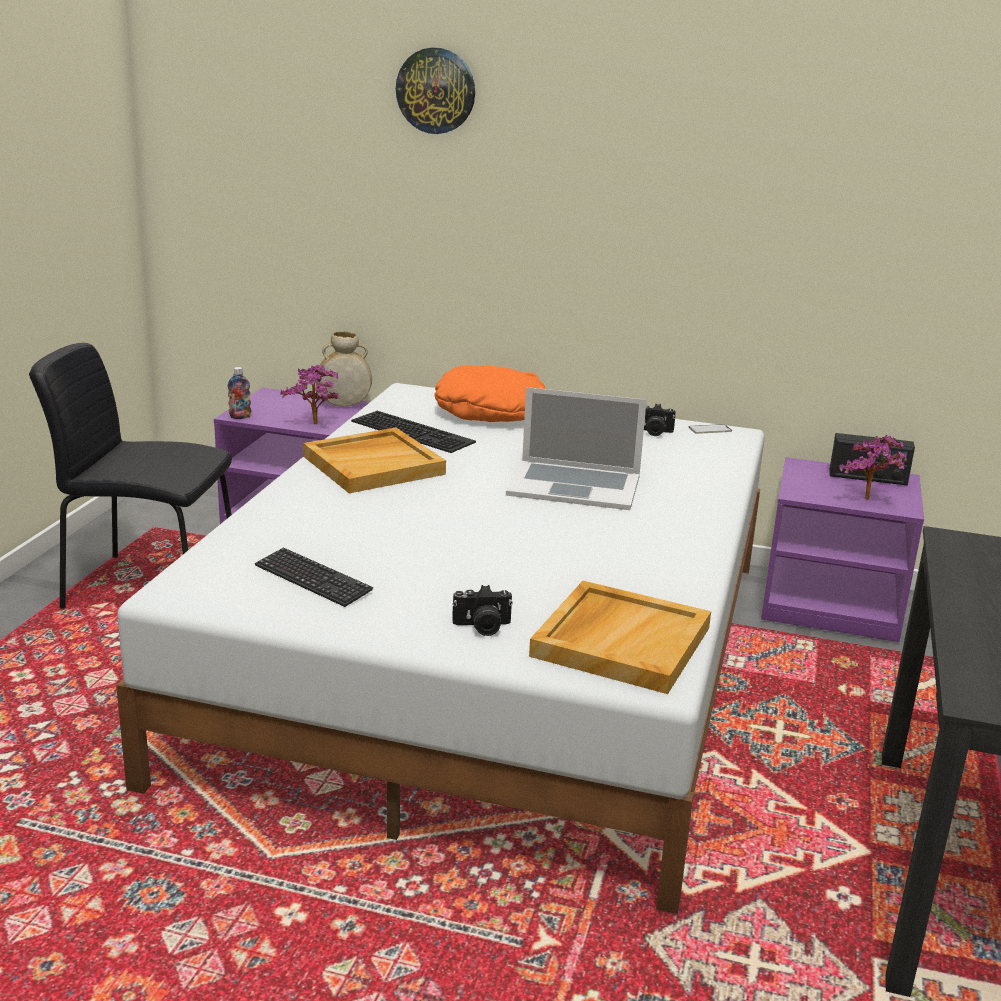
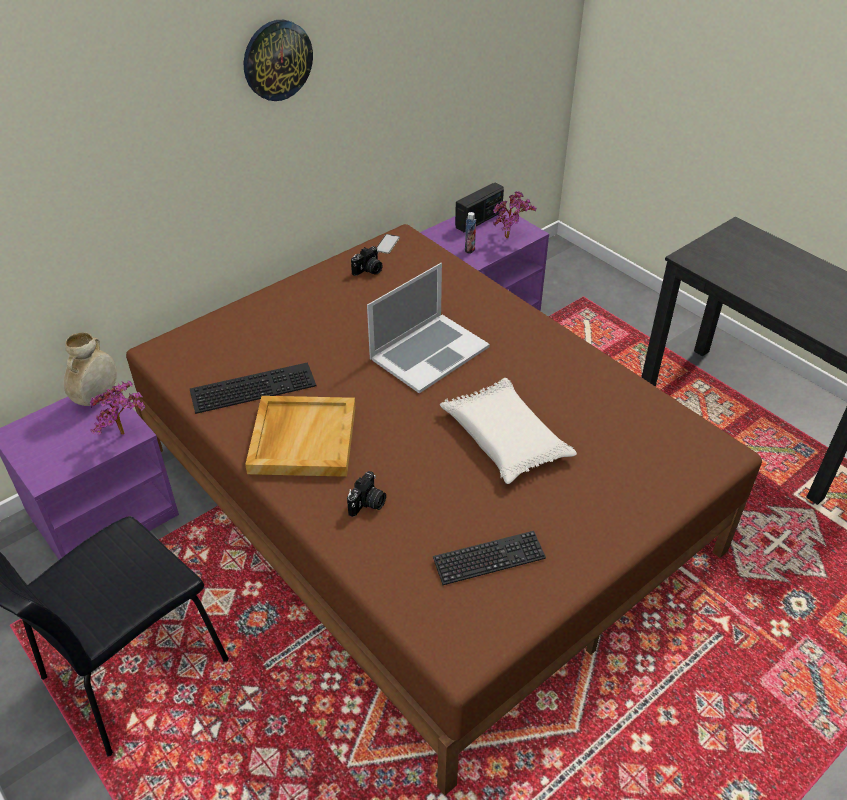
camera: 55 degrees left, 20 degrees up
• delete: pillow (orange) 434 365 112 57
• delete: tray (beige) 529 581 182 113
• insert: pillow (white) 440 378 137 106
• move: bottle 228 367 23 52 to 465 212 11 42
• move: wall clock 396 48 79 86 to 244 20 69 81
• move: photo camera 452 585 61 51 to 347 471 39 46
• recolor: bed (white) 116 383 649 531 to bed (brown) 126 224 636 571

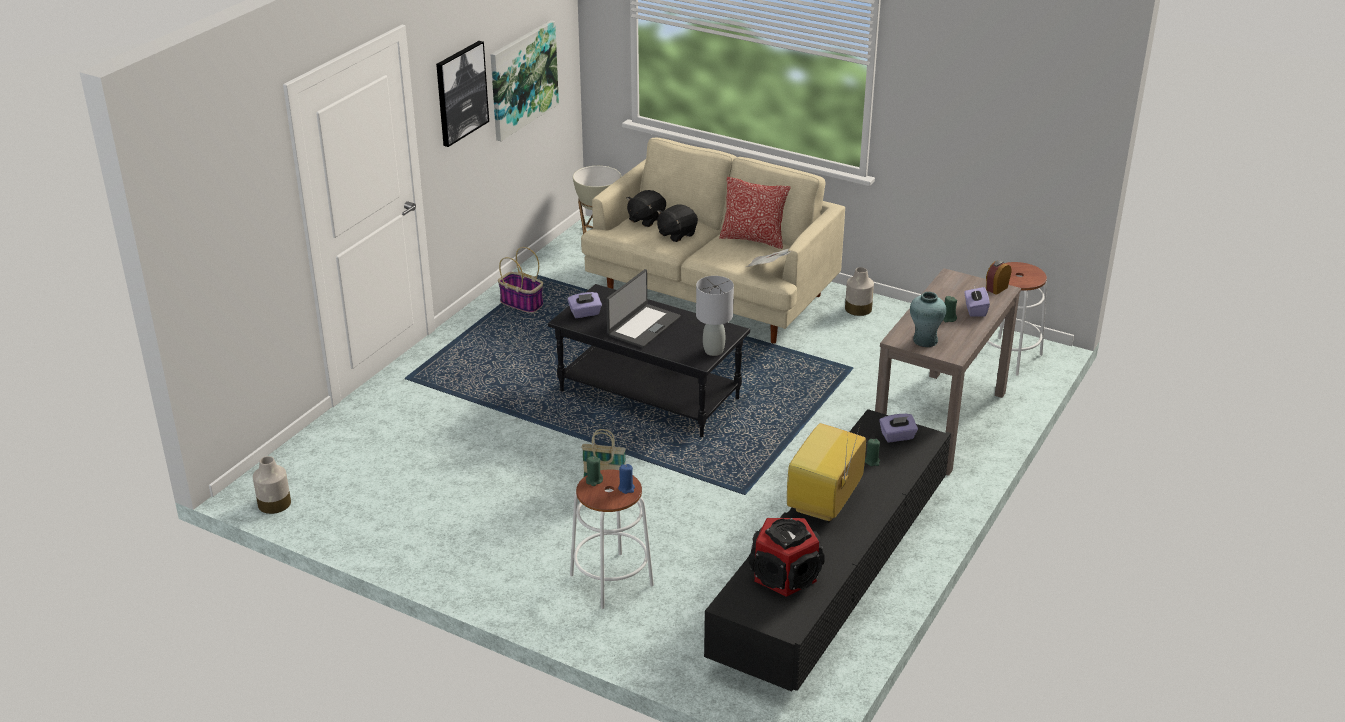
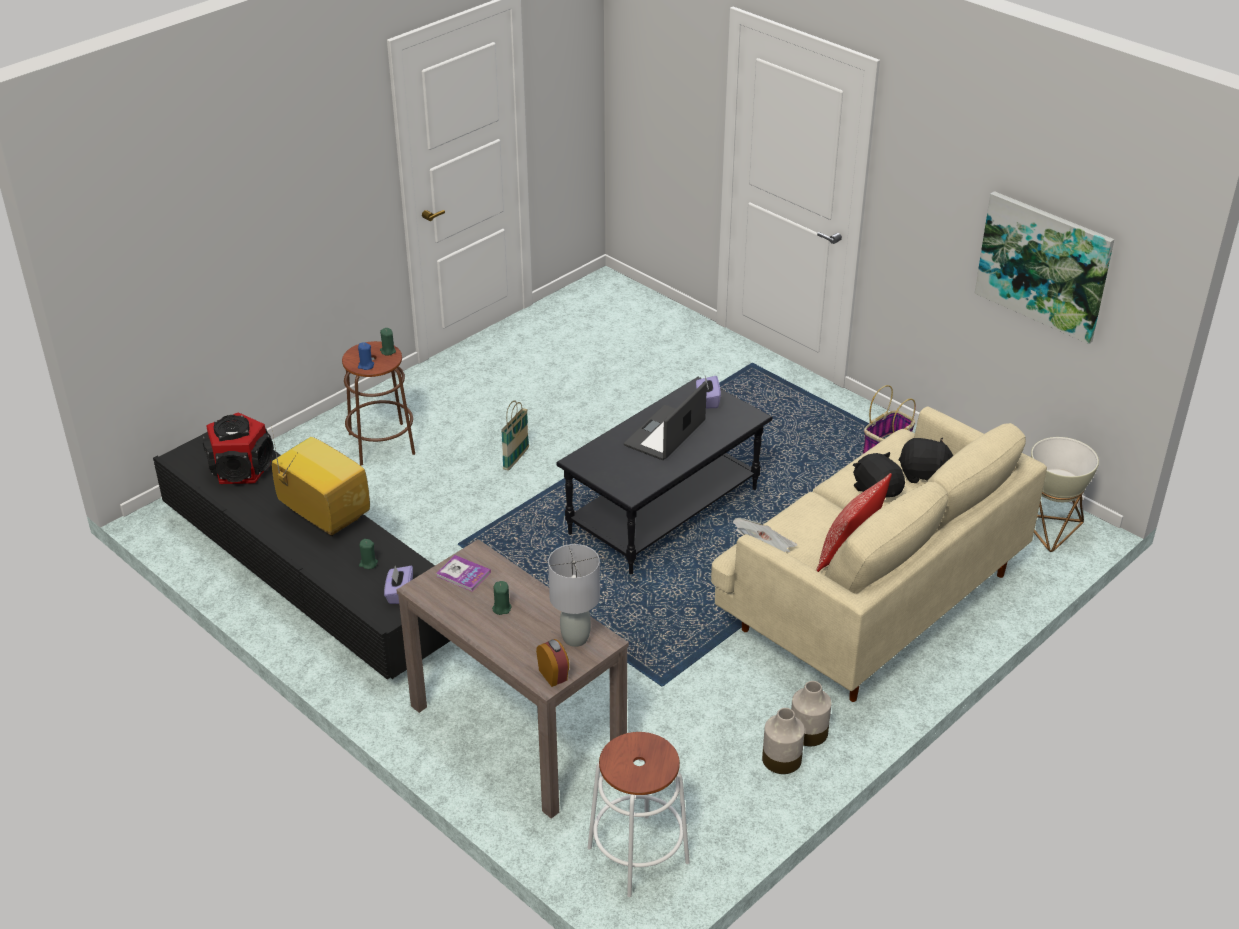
camera: 105 degrees right, 5 degrees up
• delete: picture 436 41 53 106
• delete: tissue box (purple) 964 286 26 31
• move: vase (beige) 253 456 38 58 to 762 708 43 66
• move: table lamp (grey) 696 276 38 80 to 548 544 52 103
• replace: vase (turquoise) 910 292 36 55 to book 436 555 55 37
• recolor: stool (white) 570 470 84 139 to stool (brown) 342 341 73 125
• rotate: laptop 606 269 75 79 = 624 382 83 78 75 degrees clockwise
• rotate: plush toy (black) 626 190 40 37 = 899 437 55 46 135 degrees clockwise

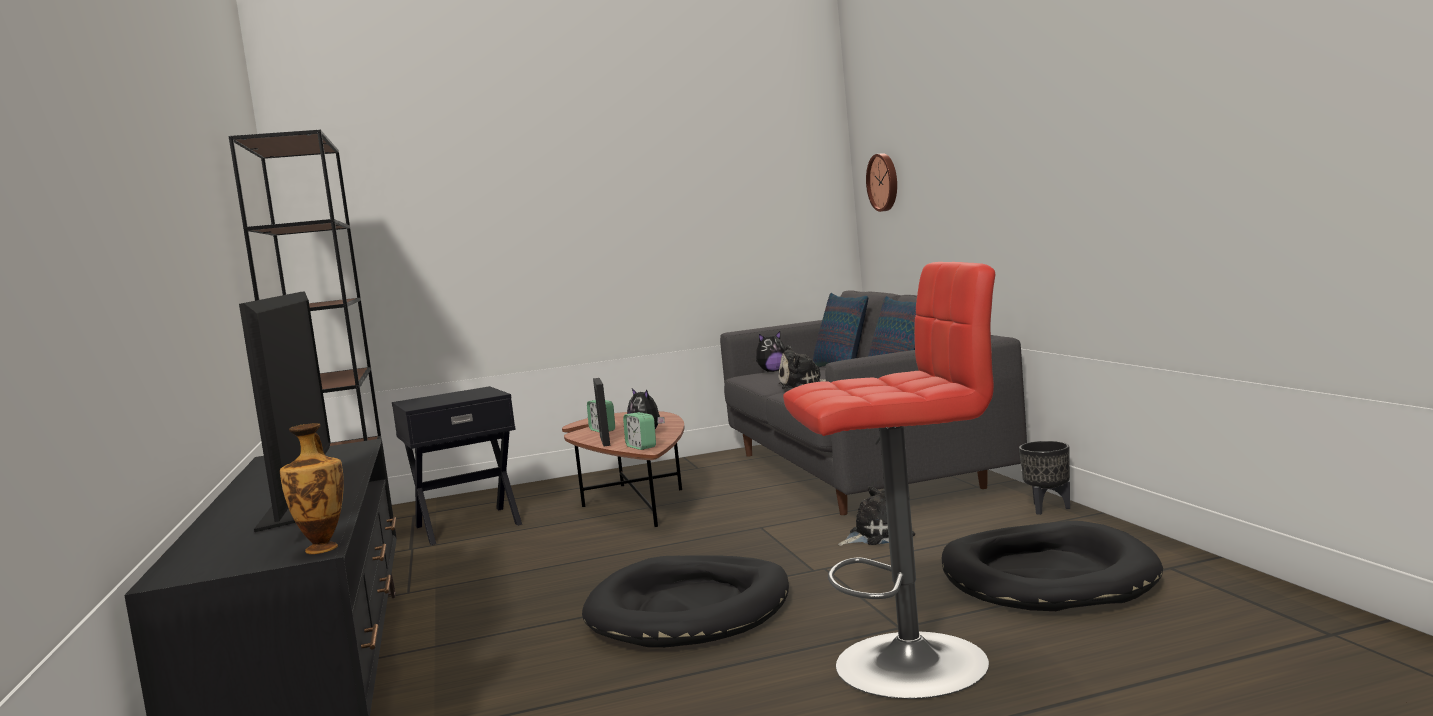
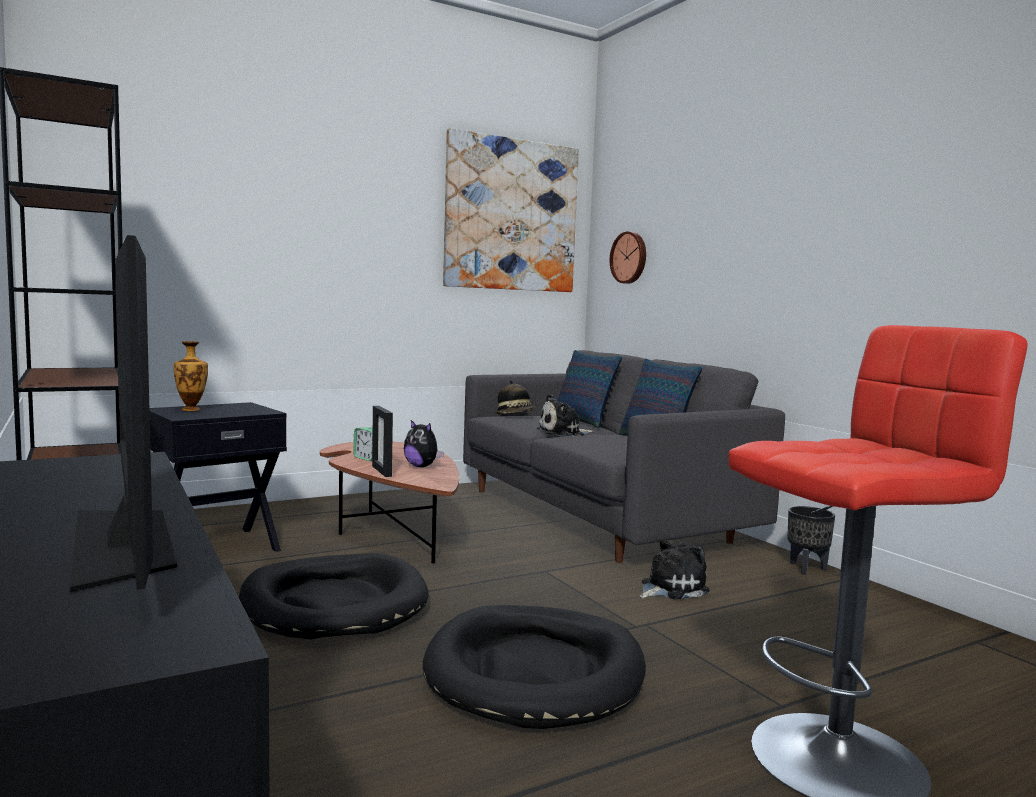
camera: 15 degrees left, 0 degrees up
• delete: alarm clock 623 412 33 38
• insert: picture 443 128 136 164
• move: vase 280 423 64 131 to 174 341 34 70
• move: dog bed (black) 942 521 221 90 to 239 553 190 87
• replace: plush toy 756 331 30 41 to hat 496 380 39 34

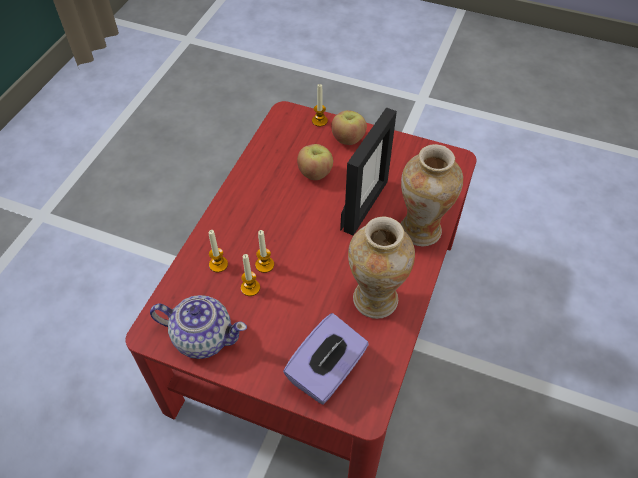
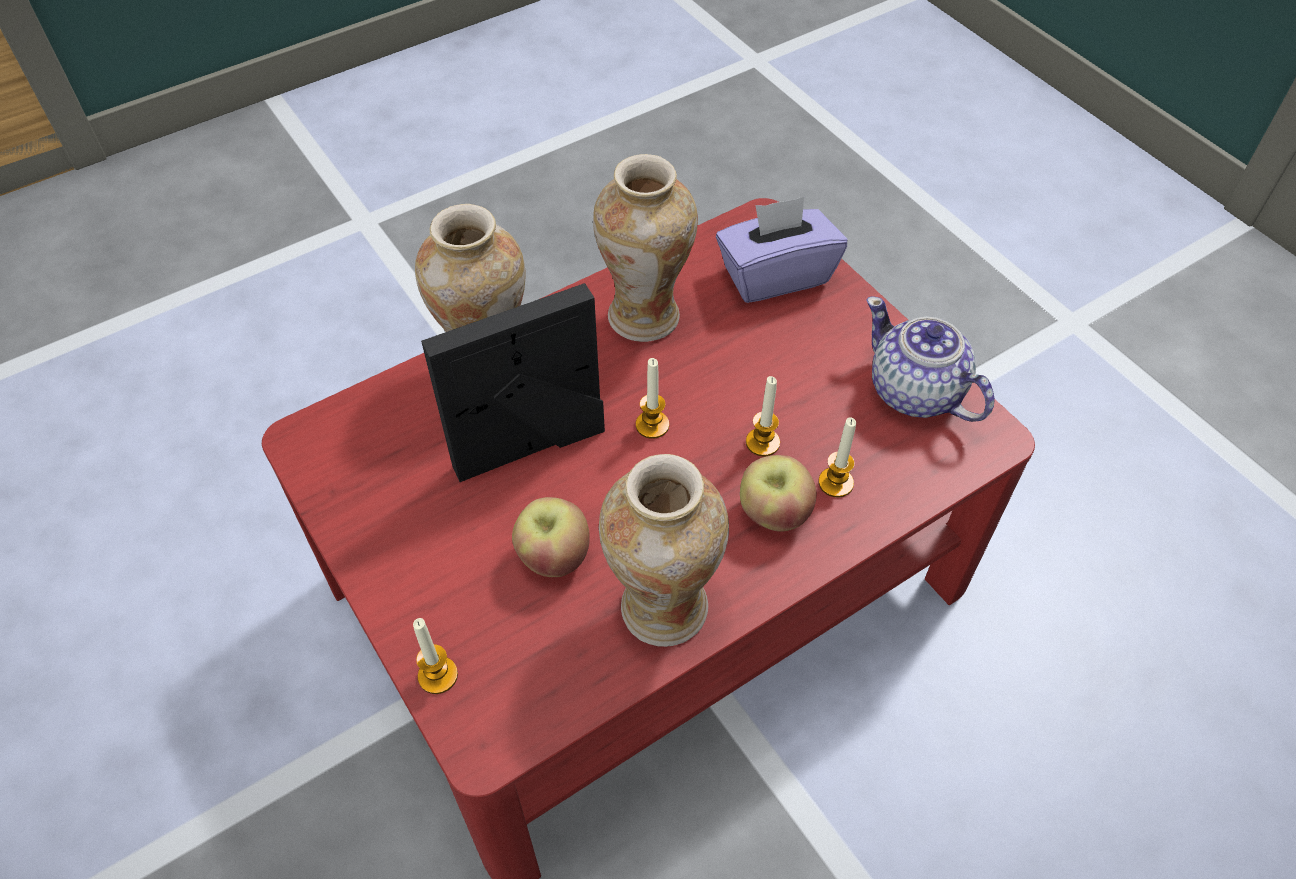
camera: 145 degrees left, 0 degrees up
• insert: vase 599 454 130 193
• move: candle 241 254 19 42 to 636 358 33 81
• move: apple 331 110 36 35 to 740 455 76 77

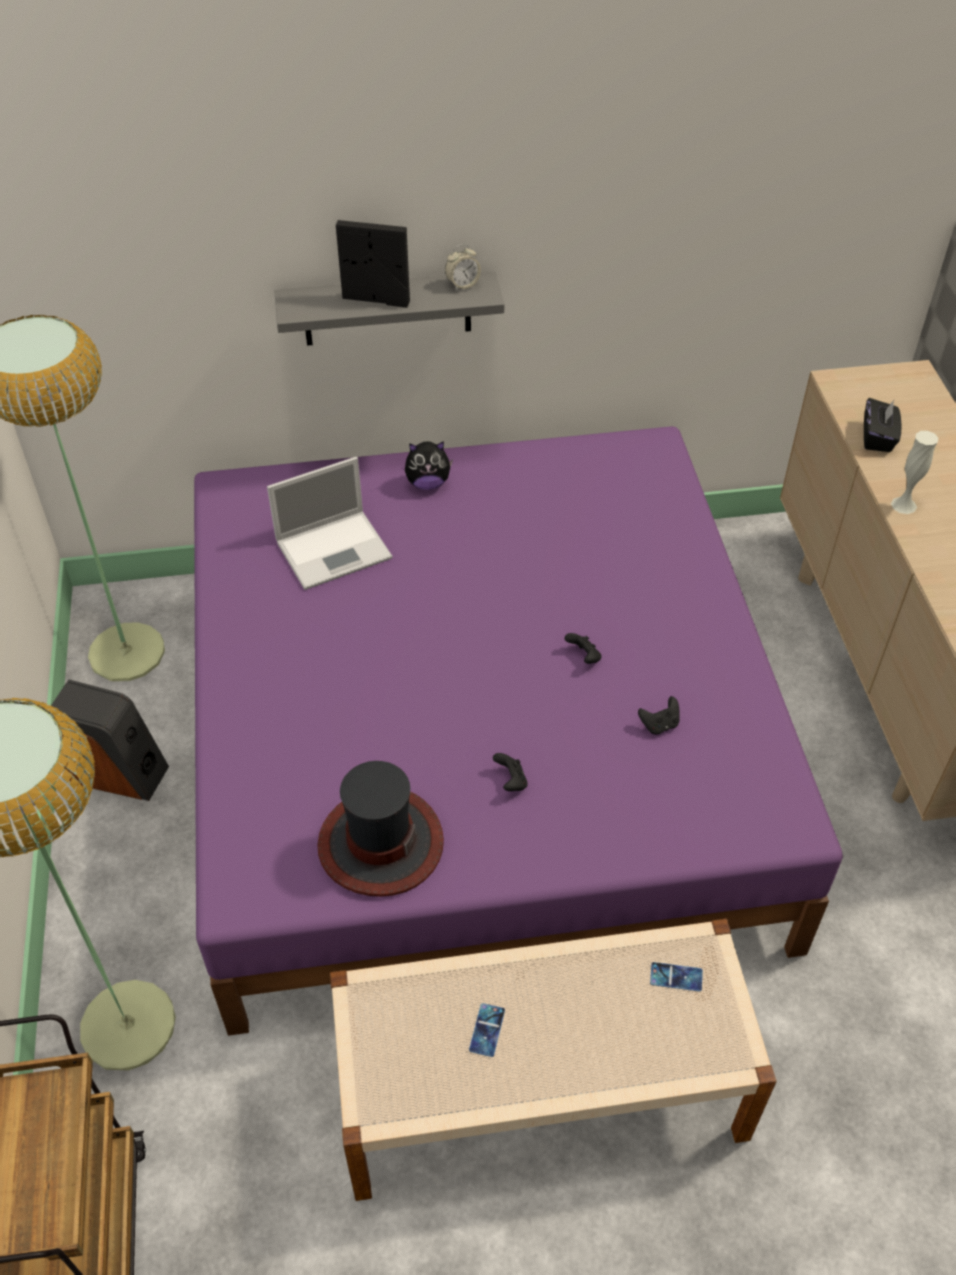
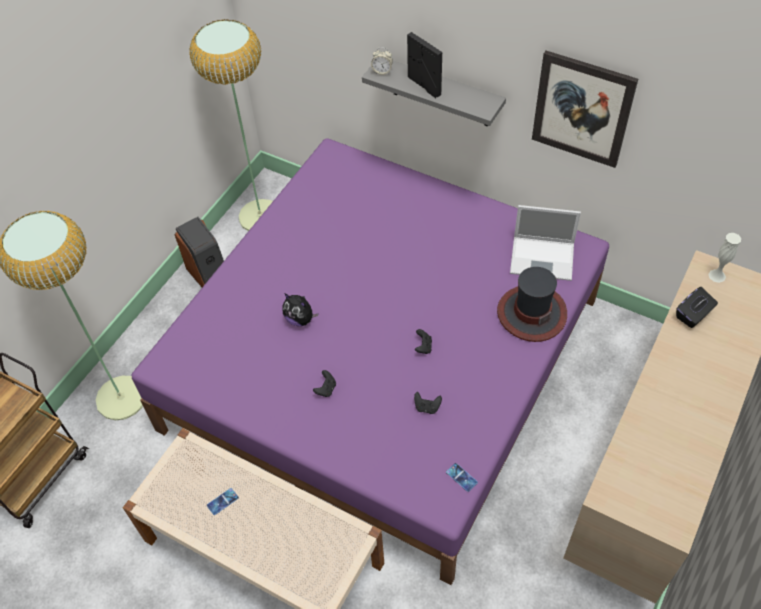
camera: 40 degrees right, 5 degrees up
• insert: picture 532 51 106 117
• move: laptop 267 457 126 133 to 510 205 71 76
• move: hat 317 761 127 136 to 497 267 70 75
• move: plush toy 405 441 48 49 to 282 293 36 33
• move: alarm clock 445 244 36 47 to 371 47 22 28
• move: phone 650 962 53 30 to 446 463 32 29
• move: vase (white) 891 431 47 83 to 708 233 33 50

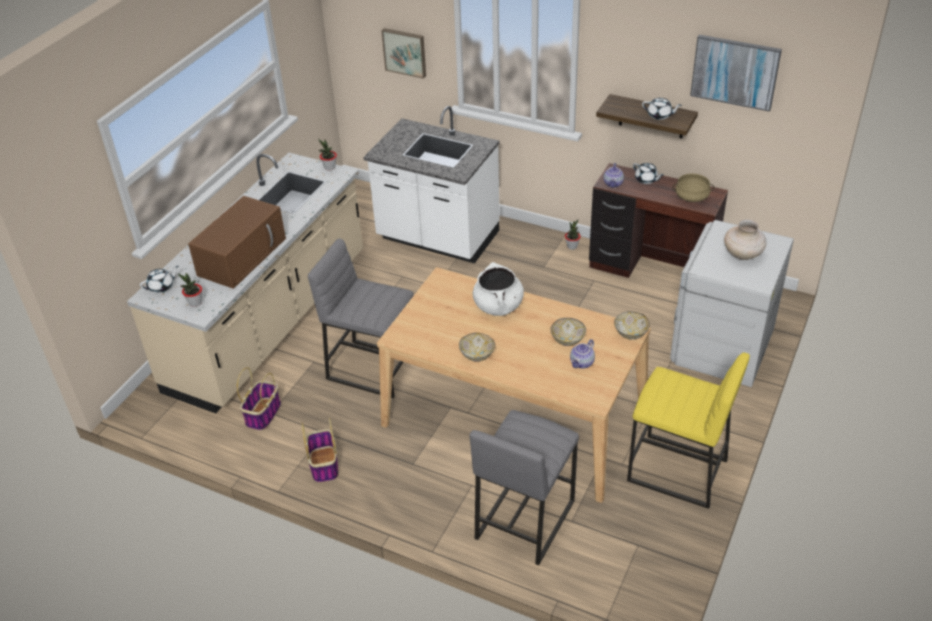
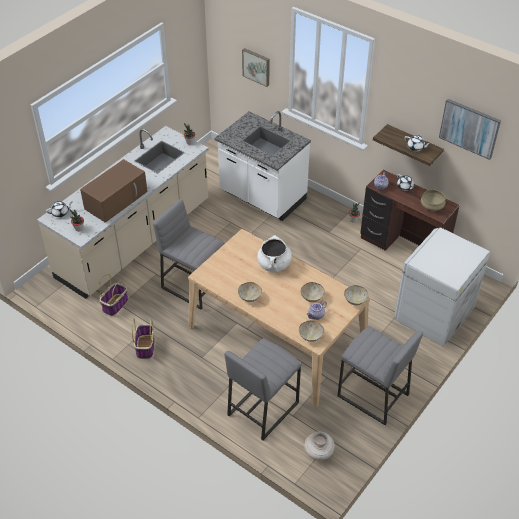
camera: 10 degrees right, 5 degrees up
• insert: bowl 299 321 25 21
• move: vase (beige) 724 219 43 41 to 304 431 31 30
• recolor: stool (yellow) 627 352 123 157 to stool (grey) 338 326 85 99

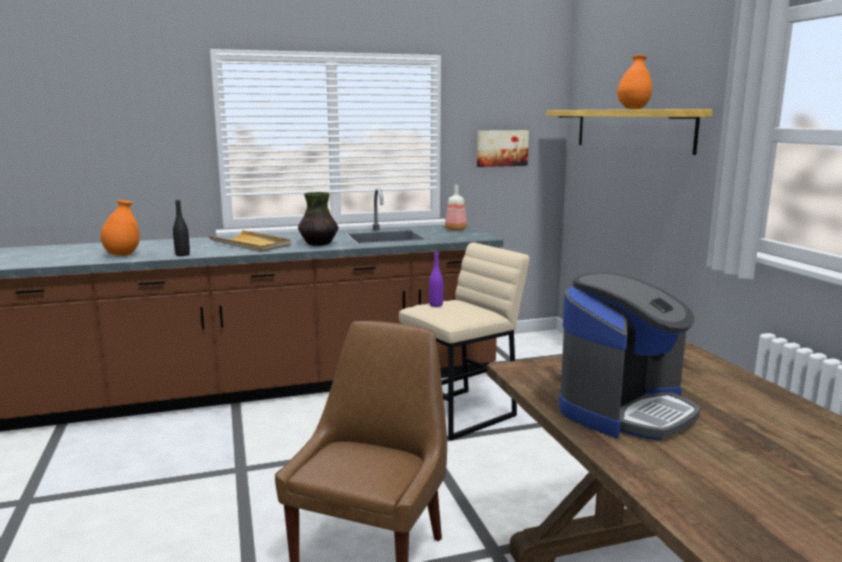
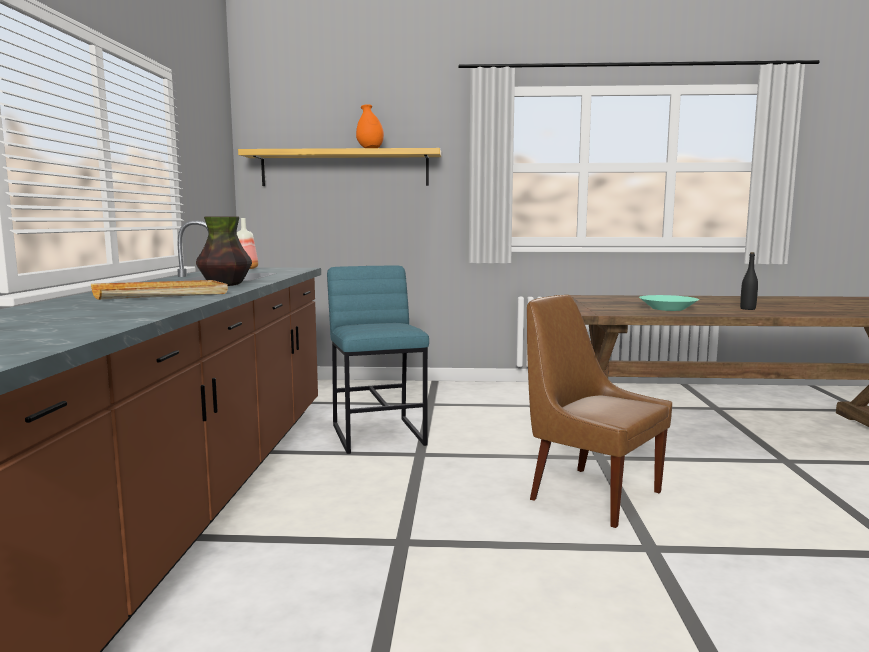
camera: 70 degrees left, 5 degrees down
• delete: vase (orange) 100 200 39 56
• delete: bottle (purple) 429 251 14 56
• delete: picture 477 130 52 37
• move: bottle (black) 173 200 17 56 to 740 252 18 58
• replace: coffee machine 559 273 141 167 to bowl (turquoise) 639 295 60 16
• recolor: stool (beige) 399 242 130 199 to stool (blue) 327 266 102 188

